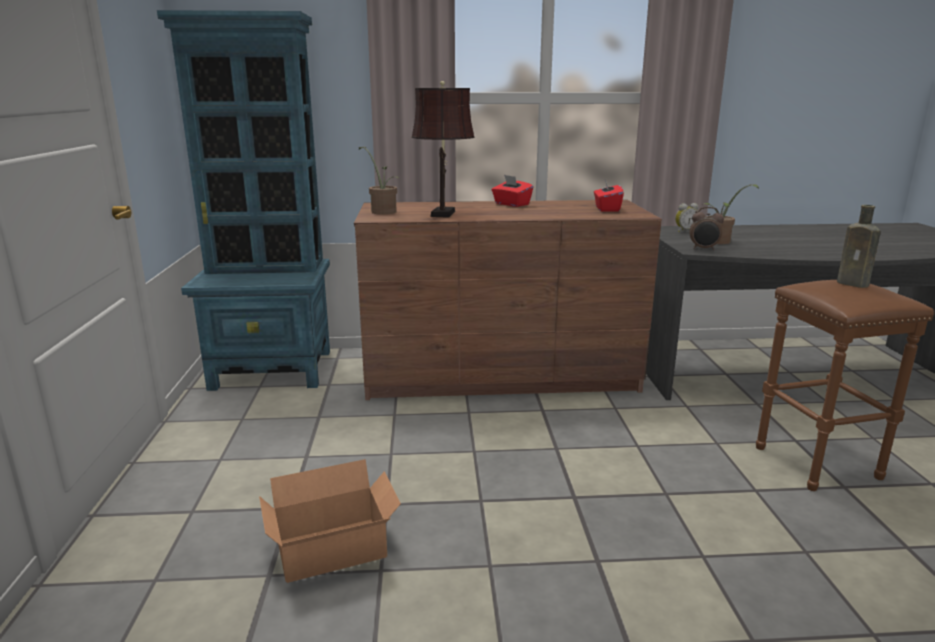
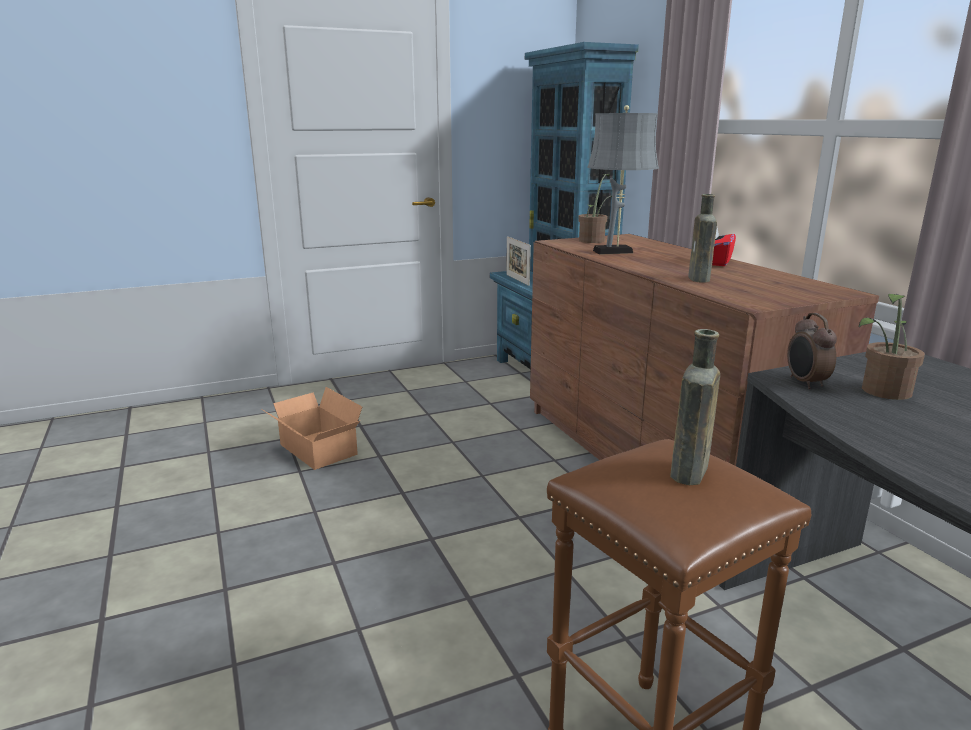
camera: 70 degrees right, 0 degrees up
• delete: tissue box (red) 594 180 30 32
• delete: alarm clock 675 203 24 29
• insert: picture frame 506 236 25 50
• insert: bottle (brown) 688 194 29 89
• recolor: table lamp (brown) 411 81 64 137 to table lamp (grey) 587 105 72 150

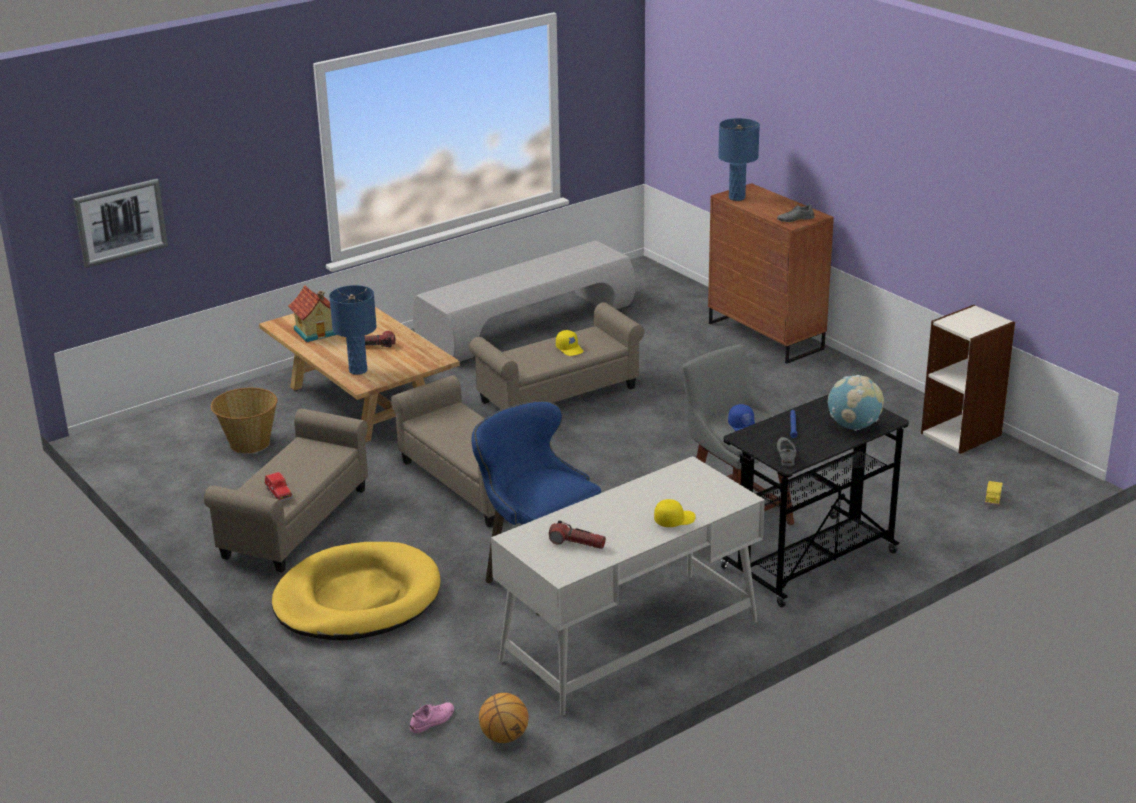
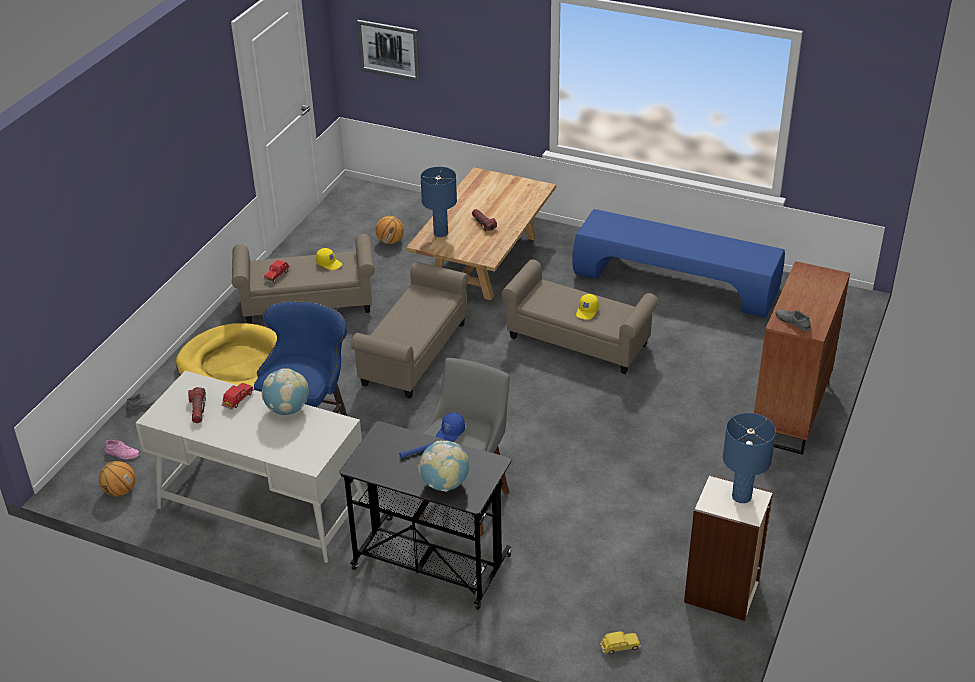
camera: 60 degrees right, 10 degrees up
• delete: toy house 288 285 49 57
• insert: toy car (red) 221 383 33 27
• insert: globe 261 368 48 47
• move: cap (yellow) 654 499 42 28 to 316 248 26 22
• move: table lamp (blue) 718 118 42 83 to 723 413 53 90
• move: shoe (grey) 777 437 20 29 to 126 394 34 18
• replace: basket 211 388 67 65 to basketball 375 216 29 28
• recolor: bench (grey) 412 240 224 122 to bench (blue) 572 209 213 109

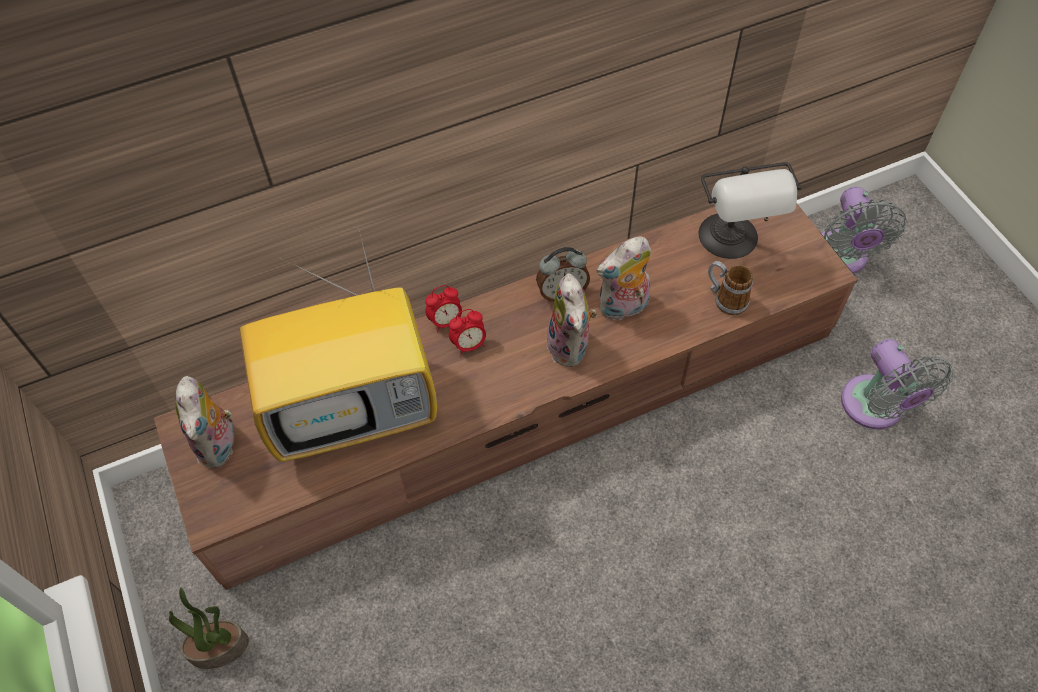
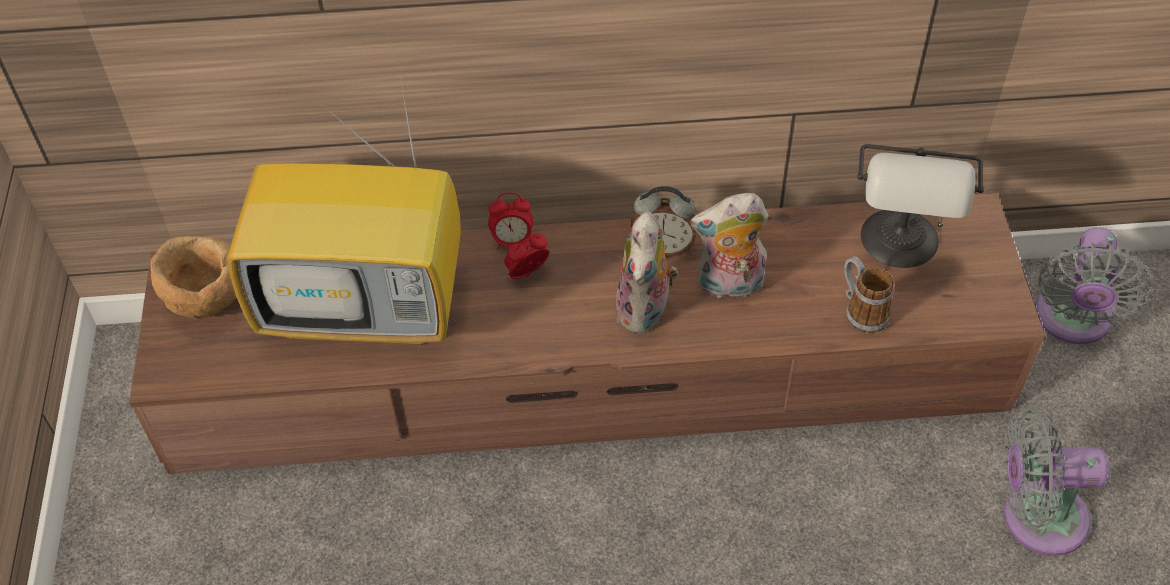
camera: 20 degrees right, 5 degrees down
• delete: potted plant 169 588 80 81
• replace: plush toy 175 376 64 92 to bowl (brown) 151 236 85 83
• rotate: alarm clock 449 309 37 47 = 504 233 45 46 150 degrees clockwise
• rotate: fan (grey) 841 339 112 90 = 1003 408 107 148 90 degrees clockwise

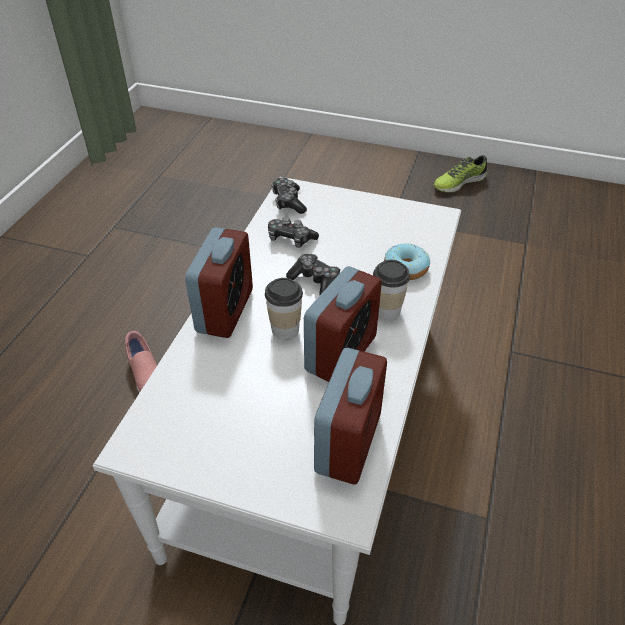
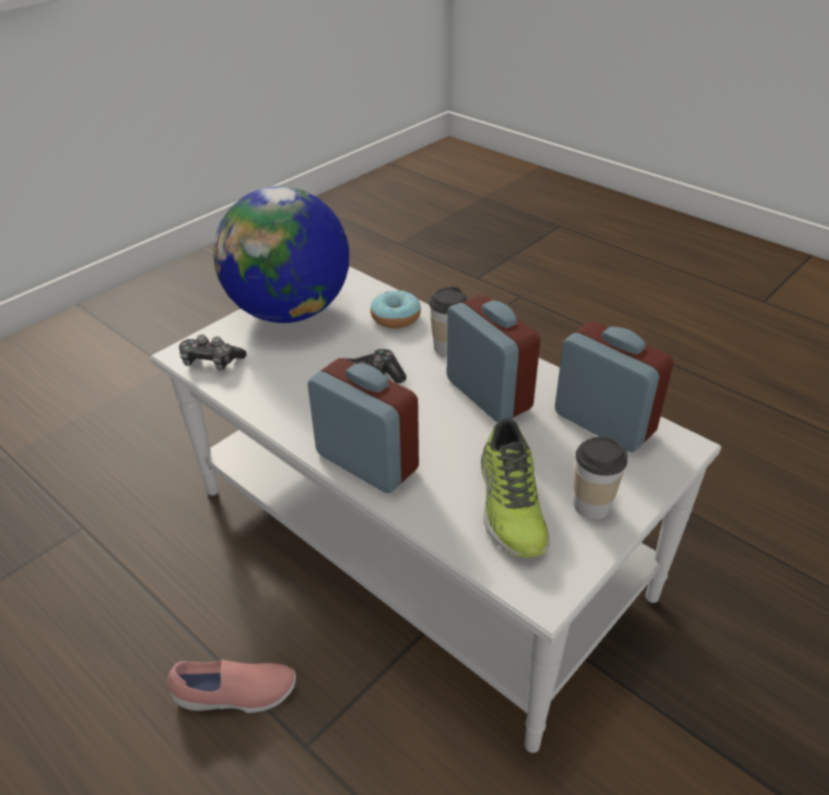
camera: 65 degrees left, 5 degrees down
• delete: game controller 268 217 51 31
• insert: globe 213 186 136 137
• move: cup 265 278 38 62 to 574 436 53 83
• move: shoe 433 155 54 38 to 481 418 69 140

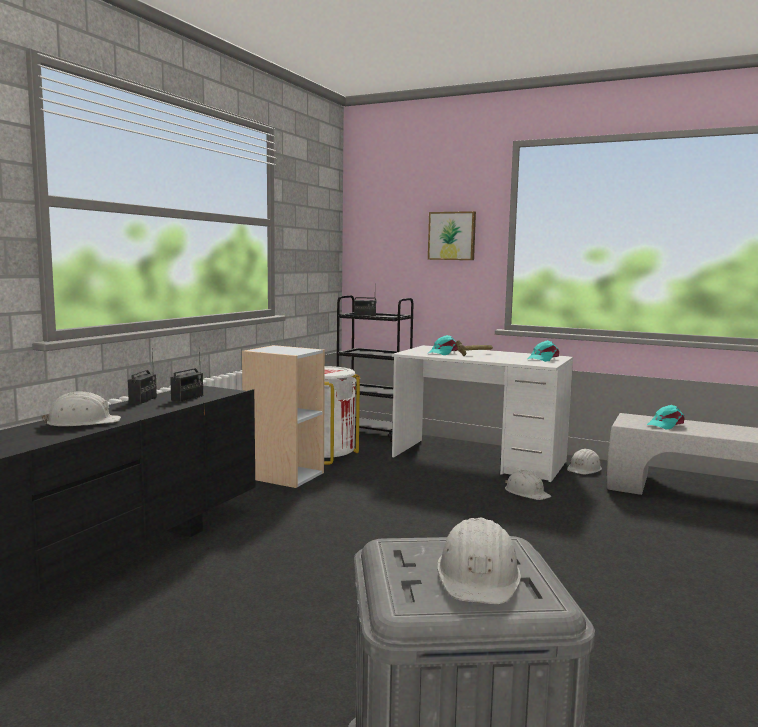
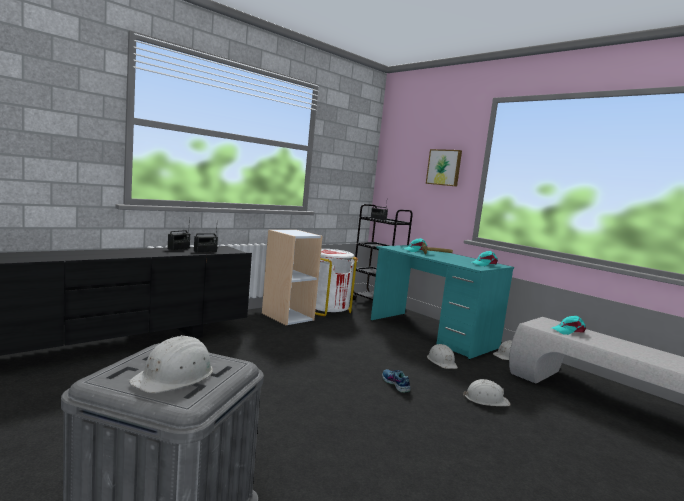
camera: 20 degrees right, 0 degrees up
• insert: shoe 382 369 29 24
• move: hard hat (white) 41 391 80 35 to 463 379 47 27
• recolor: desk (white) 392 345 181 138 to desk (turquoise) 371 245 143 114

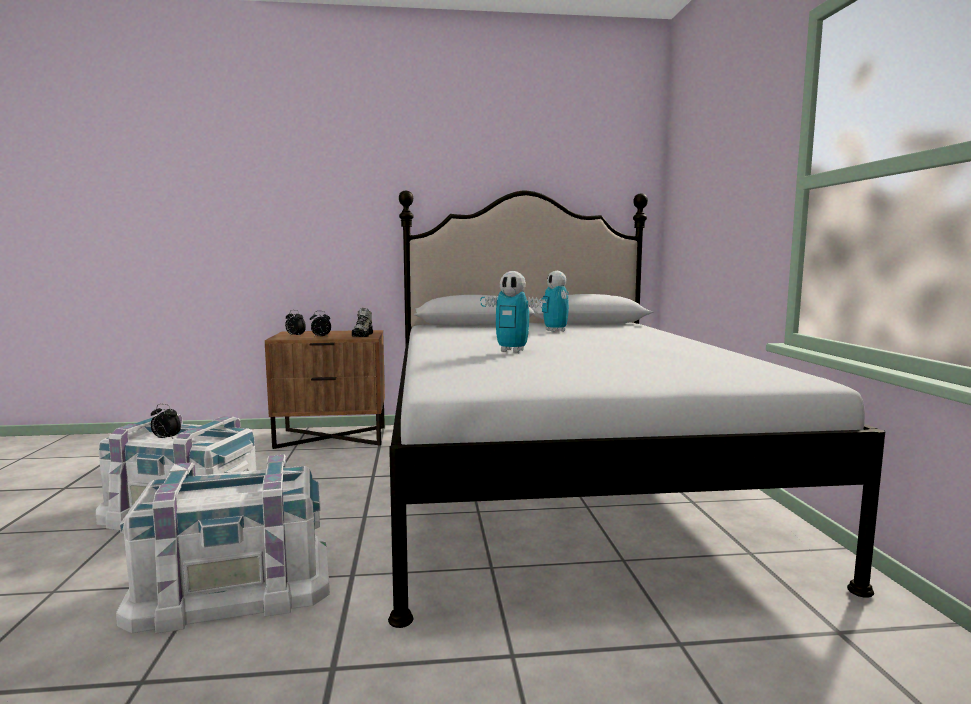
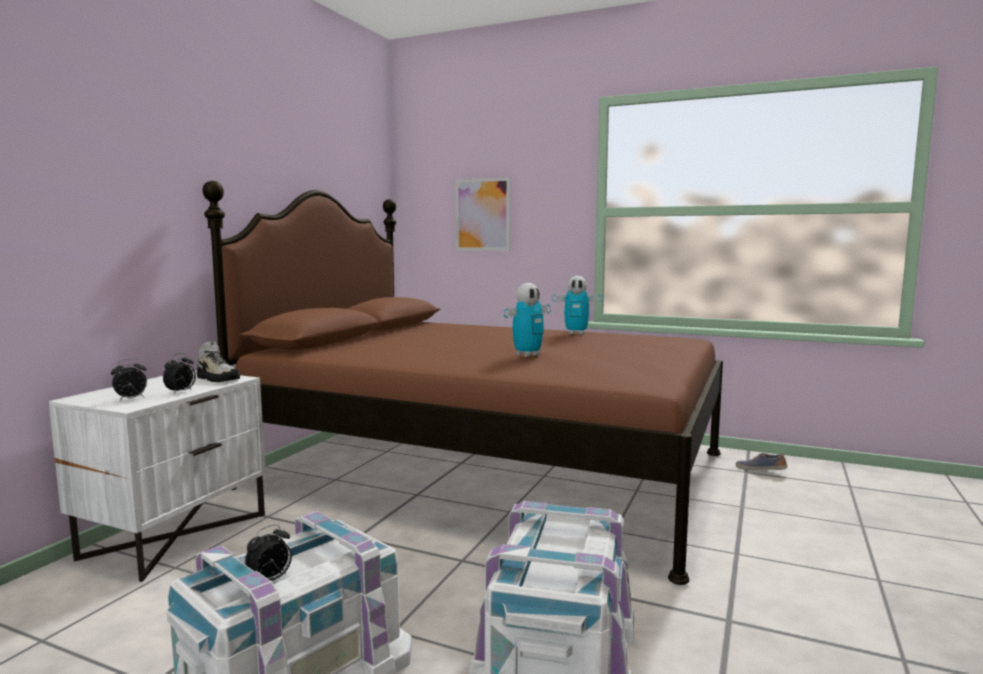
camera: 60 degrees left, 0 degrees up
• insert: picture 455 177 55 74
• insert: shoe 736 453 51 17
• move: toy robot 542 271 27 61 to 552 276 51 59
• recolor: nightstand (brown) 265 330 120 119 to nightstand (white) 49 370 216 212
• recolor: bed (white) 388 191 497 437 to bed (brown) 203 181 520 404

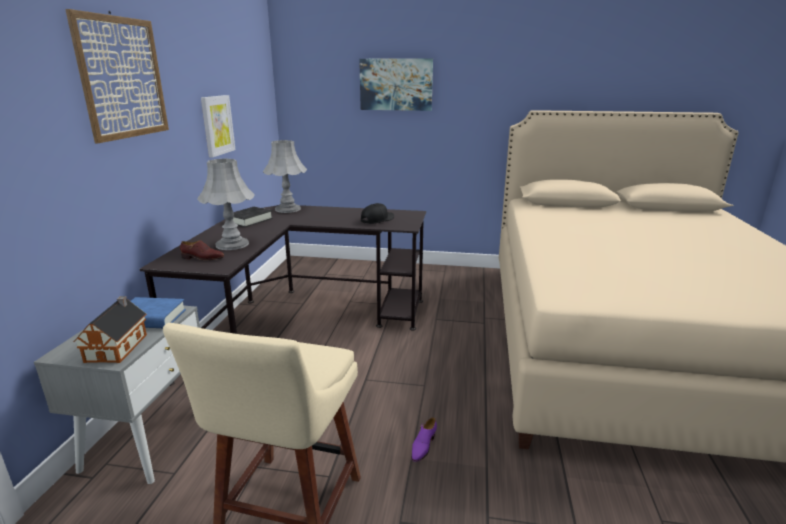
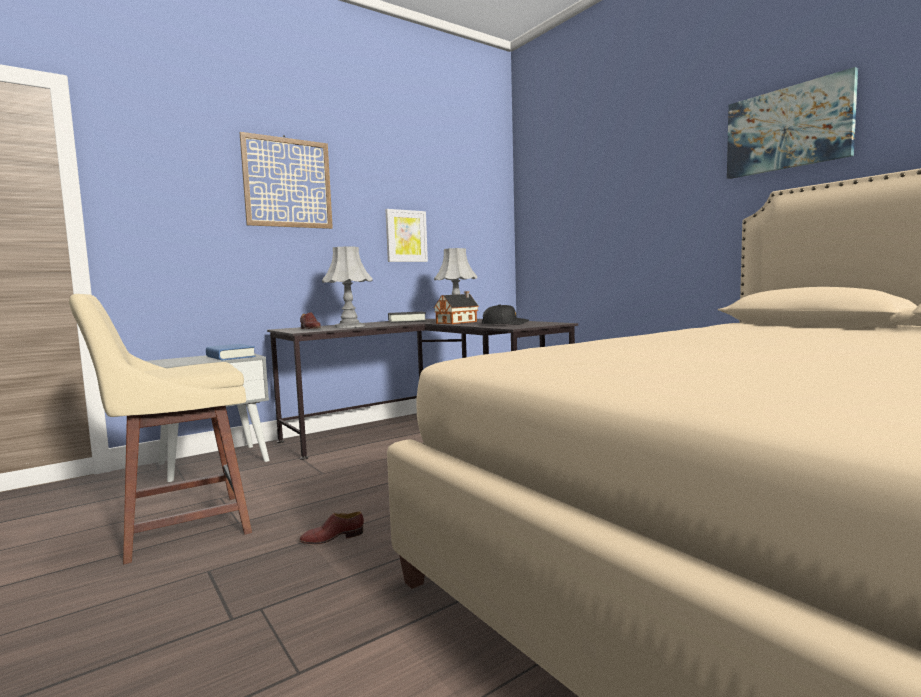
camera: 45 degrees right, 15 degrees down
• move: toy house 74 296 73 67 to 434 291 45 33
• move: picture 359 58 74 53 to 727 67 131 112
• recolor: shoe (purple) 412 417 25 45 to shoe (brown) 299 511 65 33

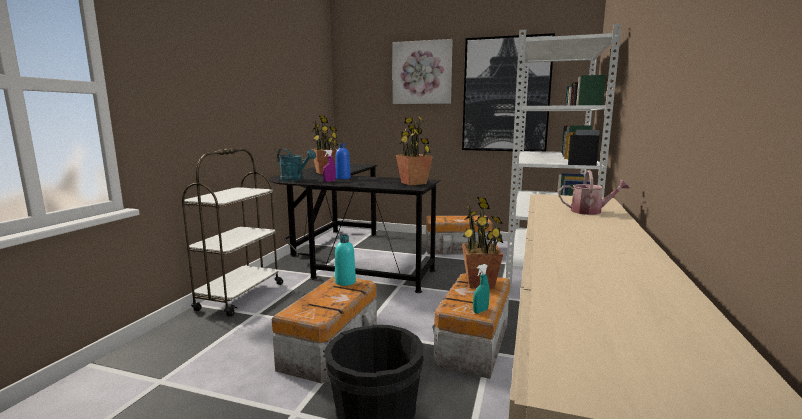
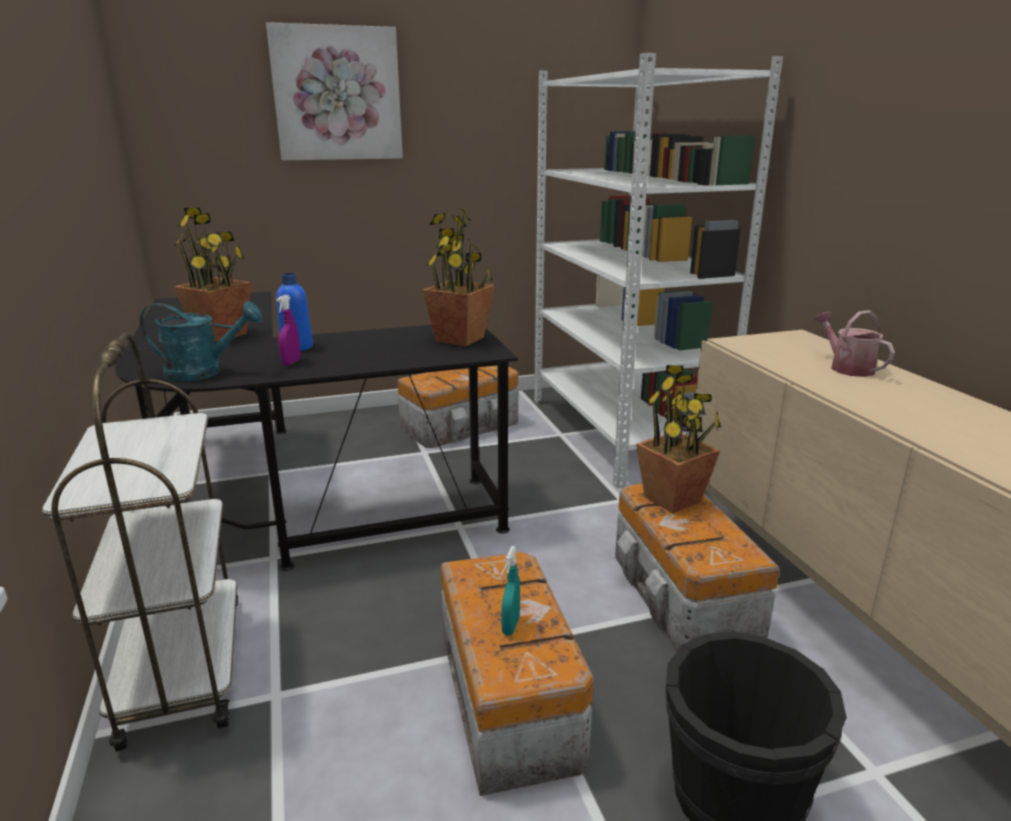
camera: 35 degrees left, 10 degrees up
• delete: bottle (turquoise) 335 235 21 51
• delete: picture 462 33 93 118
• move: spray bottle (turquoise) 473 264 17 50 to 501 546 19 90
• rotate: watering can 558 170 72 45 = 814 310 81 67 90 degrees counterclockwise

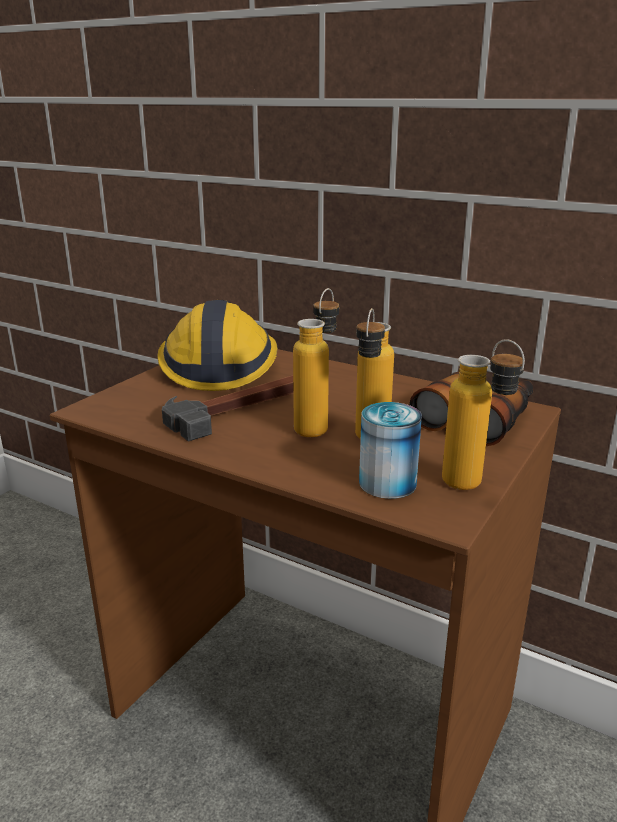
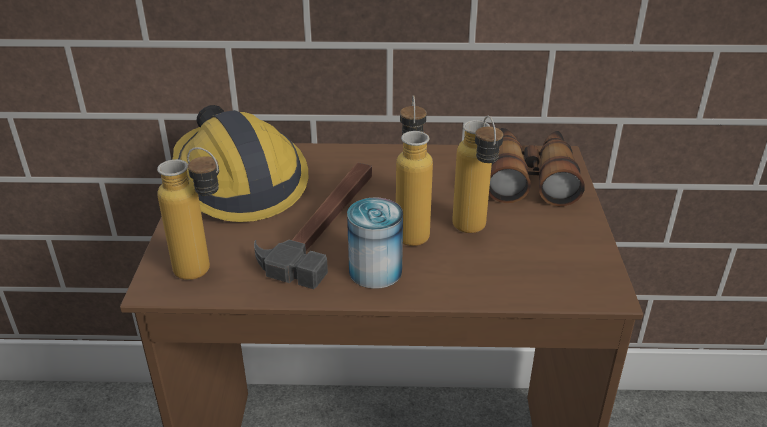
camera: 30 degrees left, 10 degrees up
• move: can 359 402 63 97 to 347 197 56 92
• move: bottle 442 339 83 151 to 157 147 62 133

